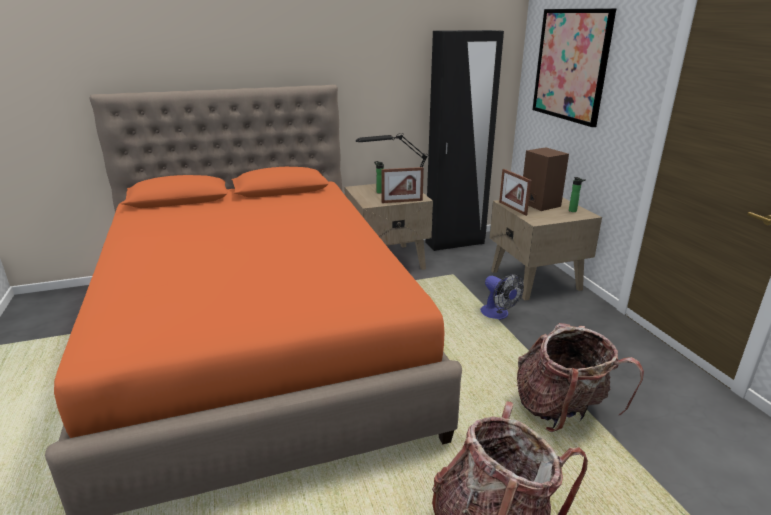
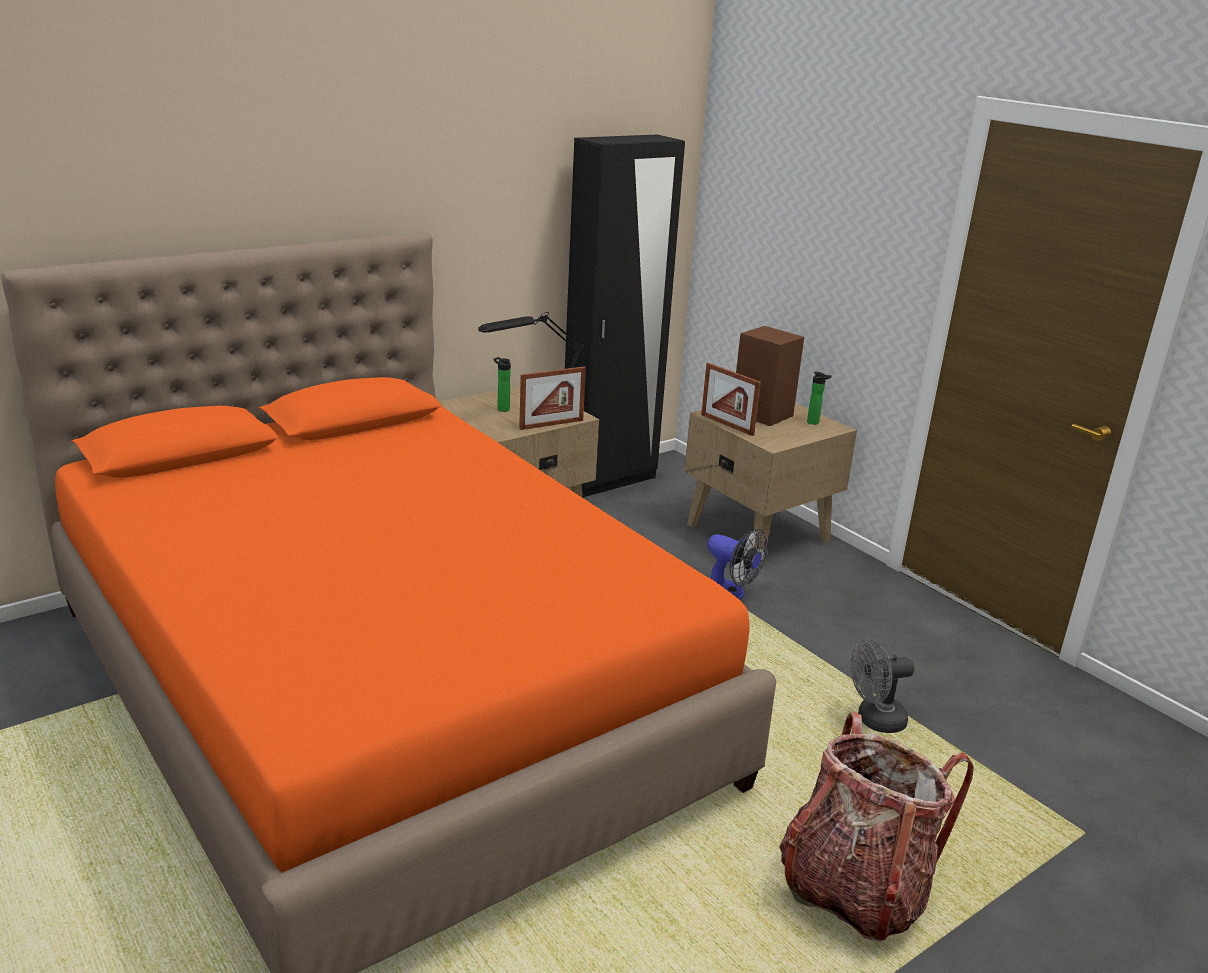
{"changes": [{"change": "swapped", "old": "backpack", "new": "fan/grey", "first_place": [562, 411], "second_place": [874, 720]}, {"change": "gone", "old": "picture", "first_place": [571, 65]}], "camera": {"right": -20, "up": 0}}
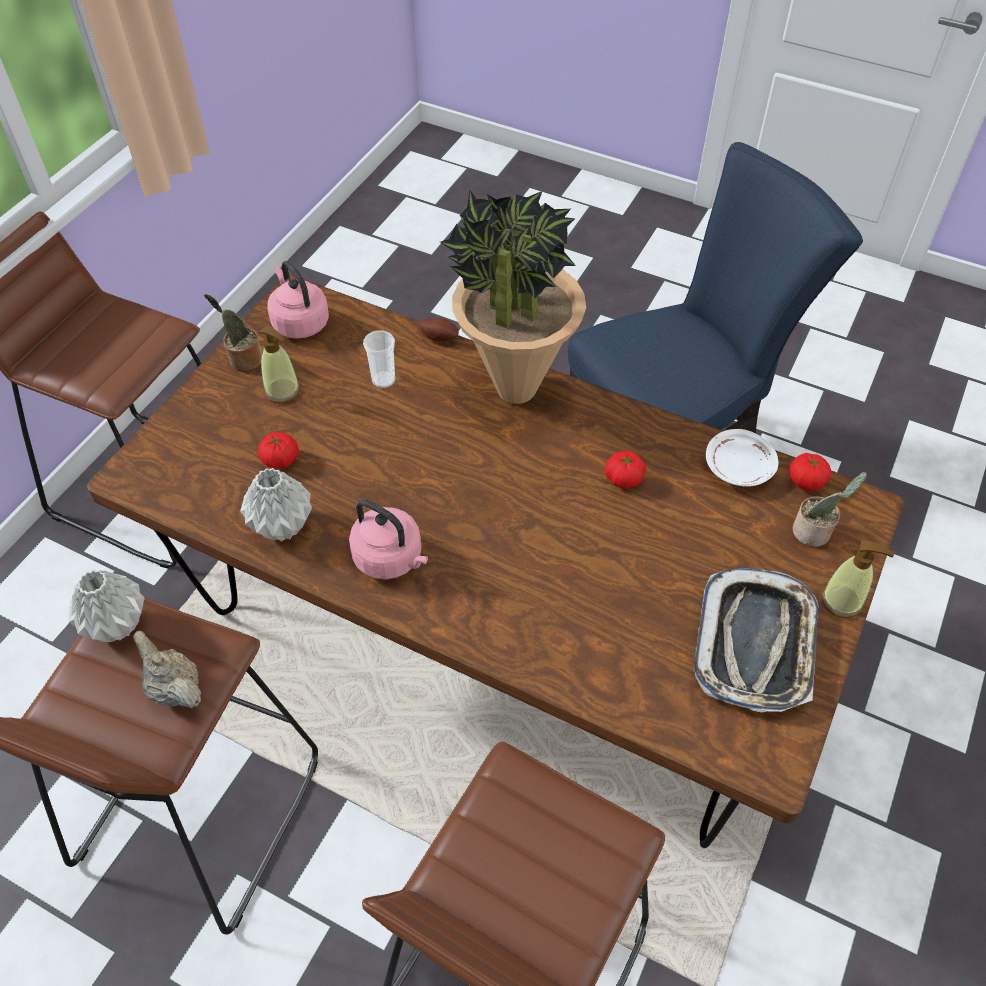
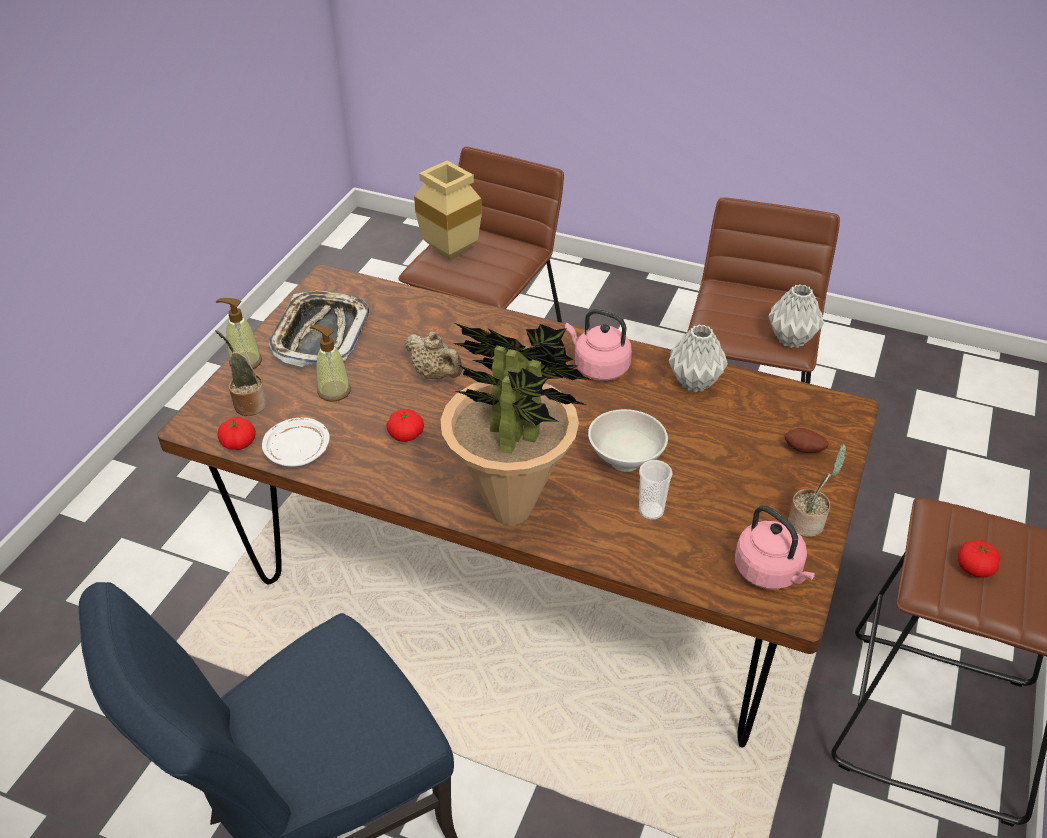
{"changes": [{"change": "shifted", "old": "teapot/beige", "first_place": [174, 688], "second_place": [435, 374]}, {"change": "shifted", "old": "tomato", "first_place": [280, 459], "second_place": [974, 568]}, {"change": "shifted", "old": "soap dispenser", "first_place": [282, 391], "second_place": [334, 391]}, {"change": "shifted", "old": "potato", "first_place": [440, 337], "second_place": [804, 450]}, {"change": "new", "new": "vase/beige", "second_place": [453, 253]}, {"change": "new", "new": "bowl/white", "second_place": [624, 460]}], "camera": {"right": 175, "up": -10}}
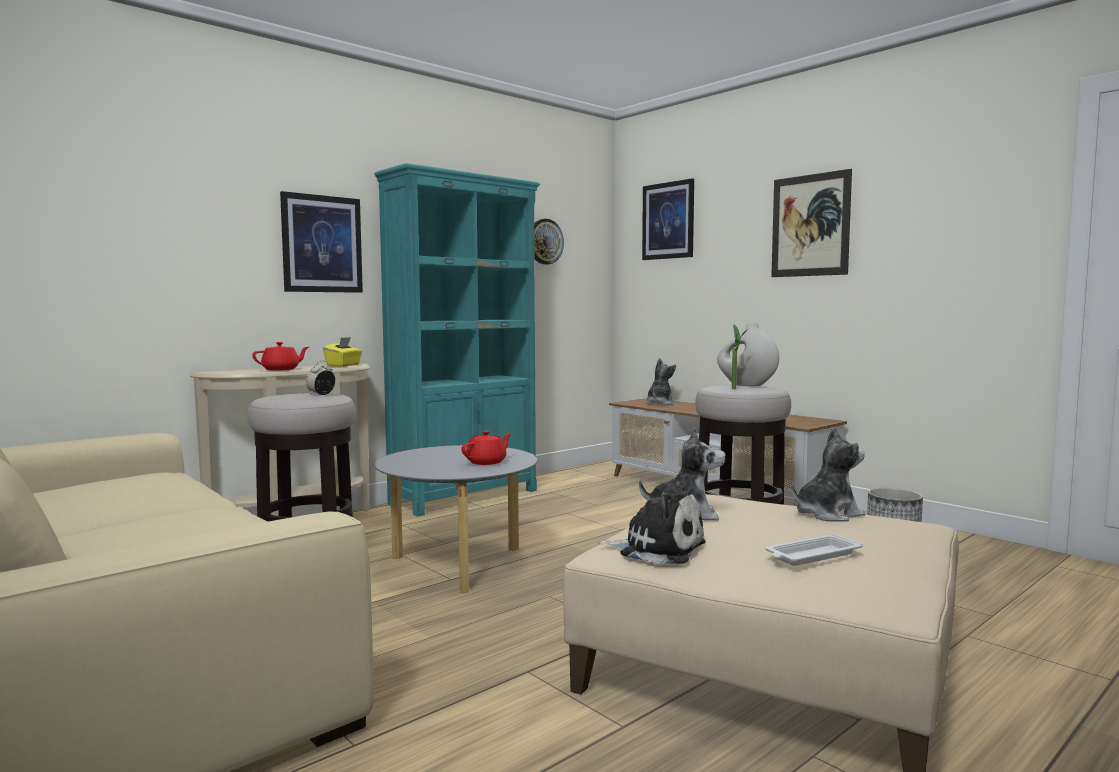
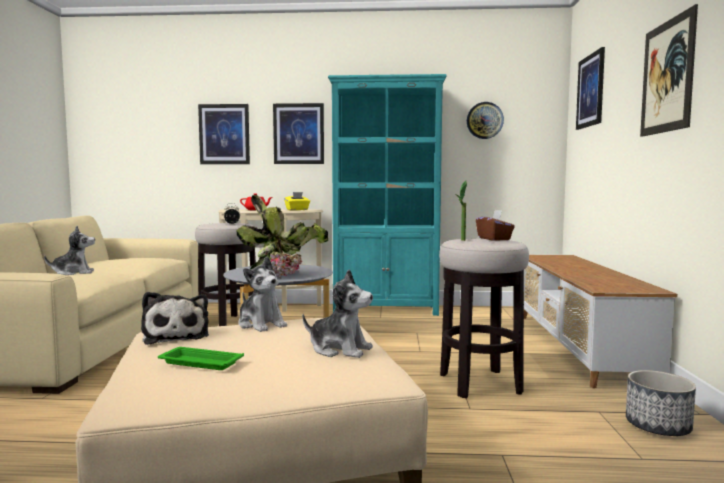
{"changes": [{"change": "swapped", "old": "teapot/red", "new": "potted plant", "first_place": [487, 462], "second_place": [284, 275]}, {"change": "shifted", "old": "plush toy", "first_place": [659, 403], "second_place": [73, 273]}, {"change": "swapped", "old": "vase/white", "new": "tissue box/brown", "first_place": [746, 385], "second_place": [494, 239]}, {"change": "repainted", "old": "tray/white", "new": "tray/green", "first_place": [812, 556], "second_place": [199, 363]}, {"change": "new", "new": "picture", "second_place": [224, 134]}], "camera": {"right": 45, "up": 0}}
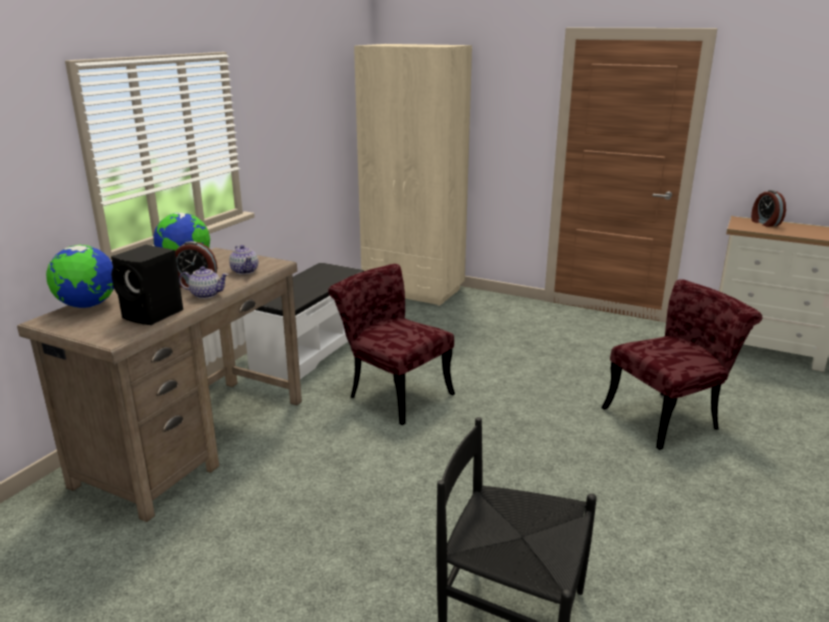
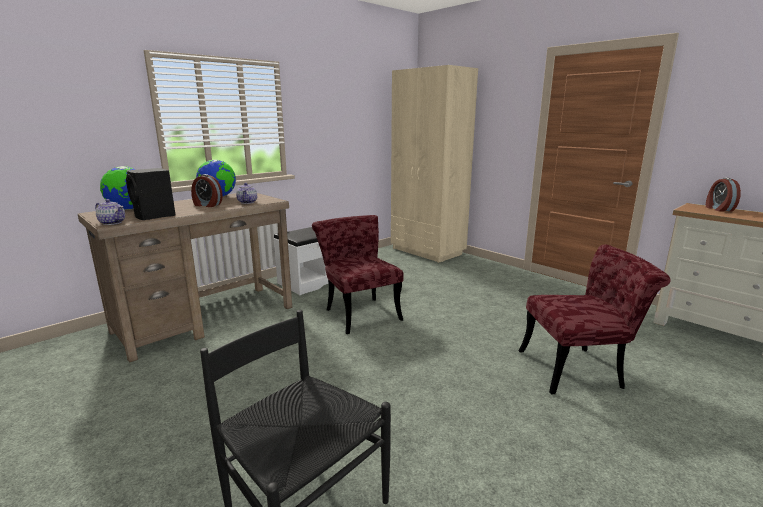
{"changes": [{"change": "shifted", "old": "teapot", "first_place": [205, 294], "second_place": [112, 223]}], "camera": {"right": 20, "up": -5}}
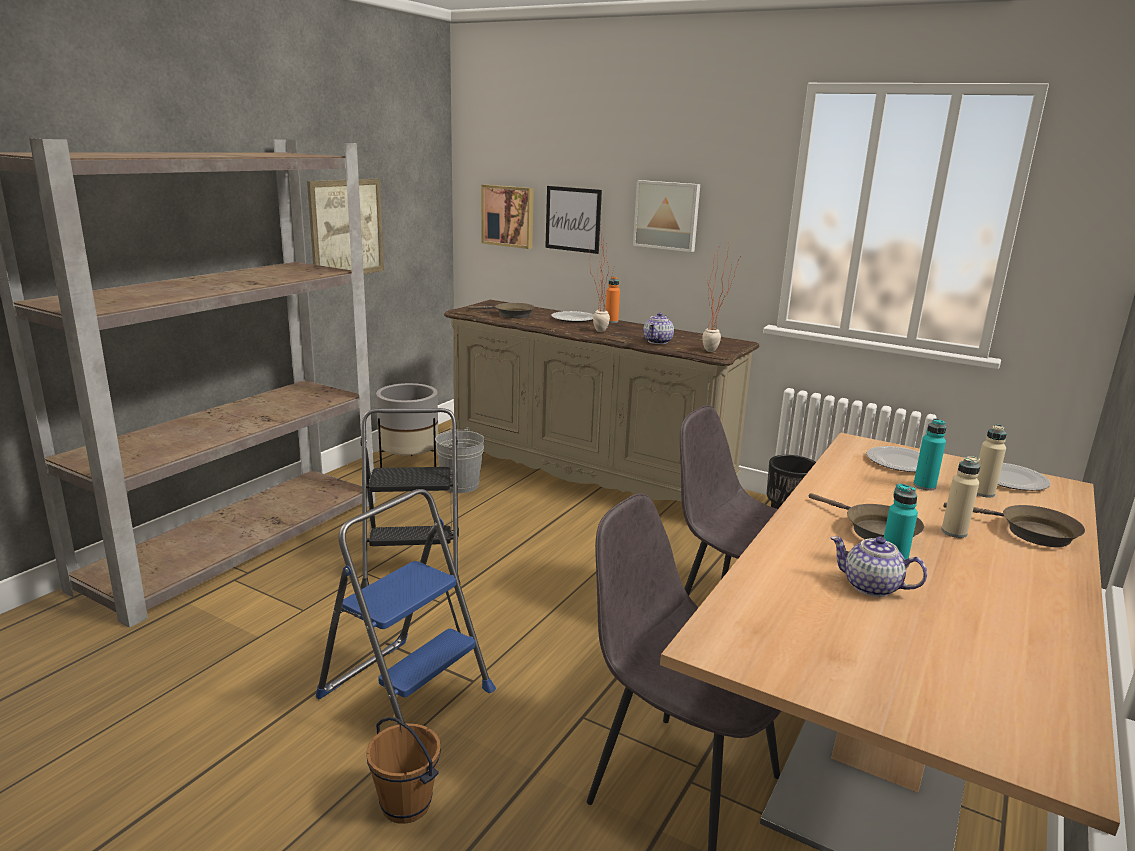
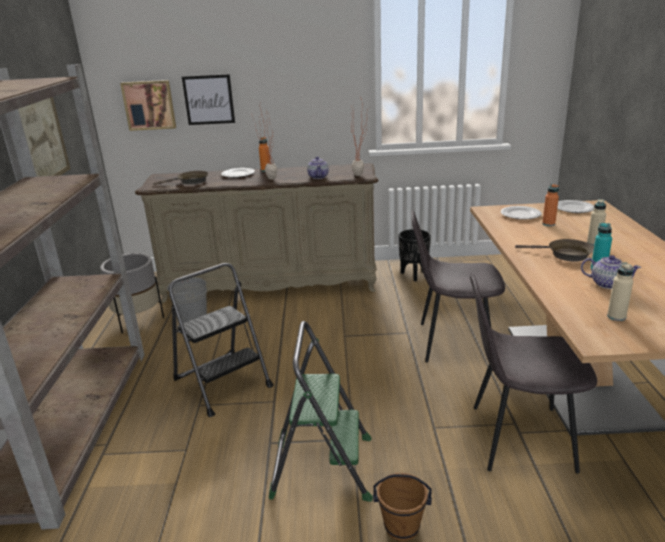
{"changes": [{"change": "repainted", "old": "step ladder/blue", "new": "step ladder/green", "first_place": [402, 690], "second_place": [317, 465]}, {"change": "gone", "old": "picture", "first_place": [667, 215]}, {"change": "rotated", "old": "teapot", "first_place": [872, 587], "second_place": [606, 284], "degrees": -150}, {"change": "repainted", "old": "bottle/turquoise", "new": "bottle/orange", "first_place": [924, 486], "second_place": [548, 224]}, {"change": "gone", "old": "frying pan/brown", "first_place": [1031, 532]}, {"change": "shifted", "old": "bottle/beige", "first_place": [983, 493], "second_place": [616, 317]}], "camera": {"right": -30, "up": 5}}
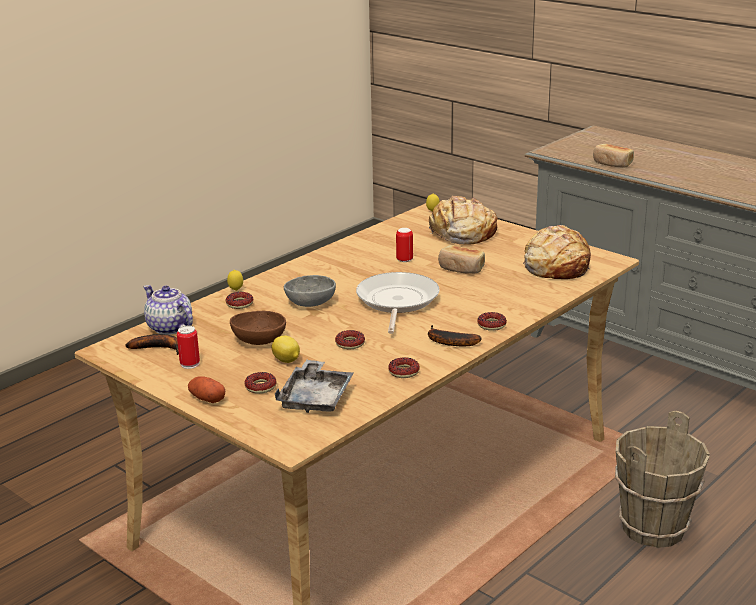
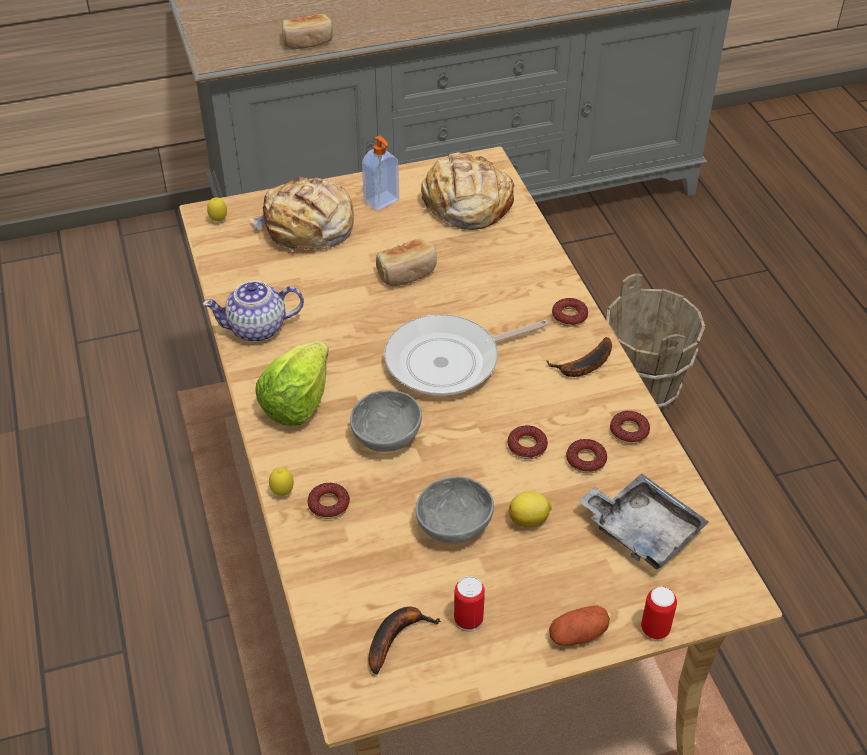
{"changes": [{"change": "shifted", "old": "teapot", "first_place": [169, 328], "second_place": [258, 328]}, {"change": "repainted", "old": "bowl/brown", "new": "bowl/grey", "first_place": [259, 340], "second_place": [452, 525]}, {"change": "shifted", "old": "donut", "first_place": [260, 387], "second_place": [586, 460]}, {"change": "rotated", "old": "frying pan", "first_place": [396, 302], "second_place": [449, 361], "degrees": -60}, {"change": "shifted", "old": "can", "first_place": [404, 260], "second_place": [655, 629]}, {"change": "new", "new": "lettuce", "second_place": [297, 402]}, {"change": "new", "new": "soap dispenser", "second_place": [382, 201]}], "camera": {"right": -60, "up": 20}}
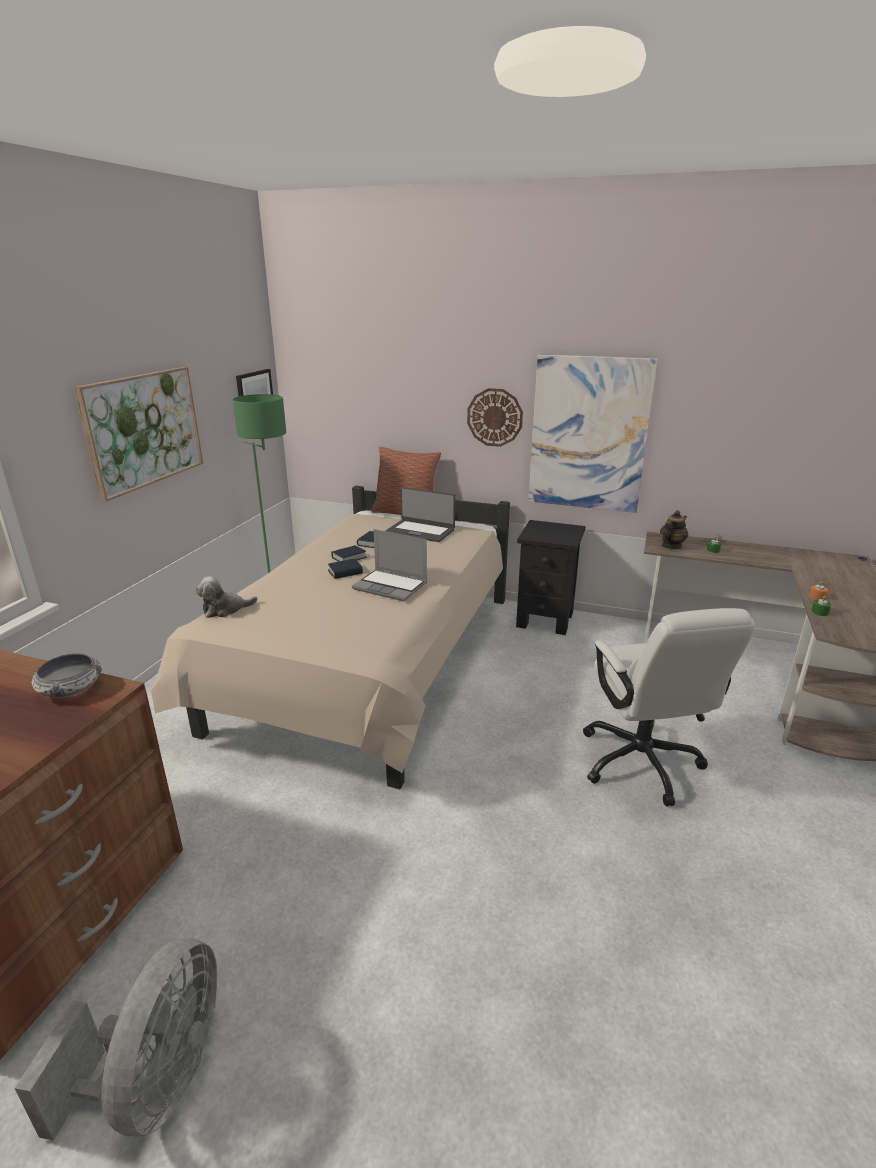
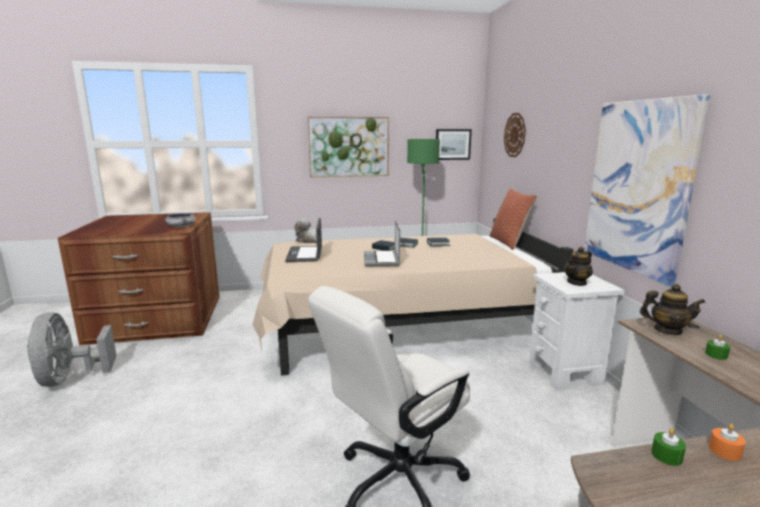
{"changes": [{"change": "rotated", "old": "fan/grey", "first_place": [157, 1080], "second_place": [70, 378], "degrees": 90}, {"change": "shifted", "old": "laptop", "first_place": [420, 531], "second_place": [305, 254]}, {"change": "shifted", "old": "wall clock", "first_place": [494, 417], "second_place": [515, 135]}, {"change": "repainted", "old": "nightstand/black", "new": "nightstand/white", "first_place": [545, 620], "second_place": [564, 374]}, {"change": "new", "new": "teapot", "second_place": [577, 282]}], "camera": {"right": 60, "up": -10}}
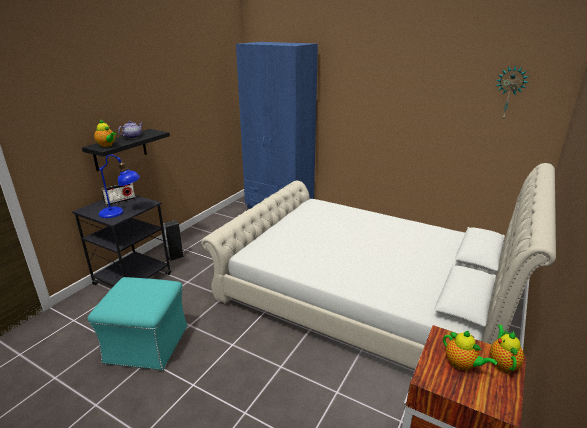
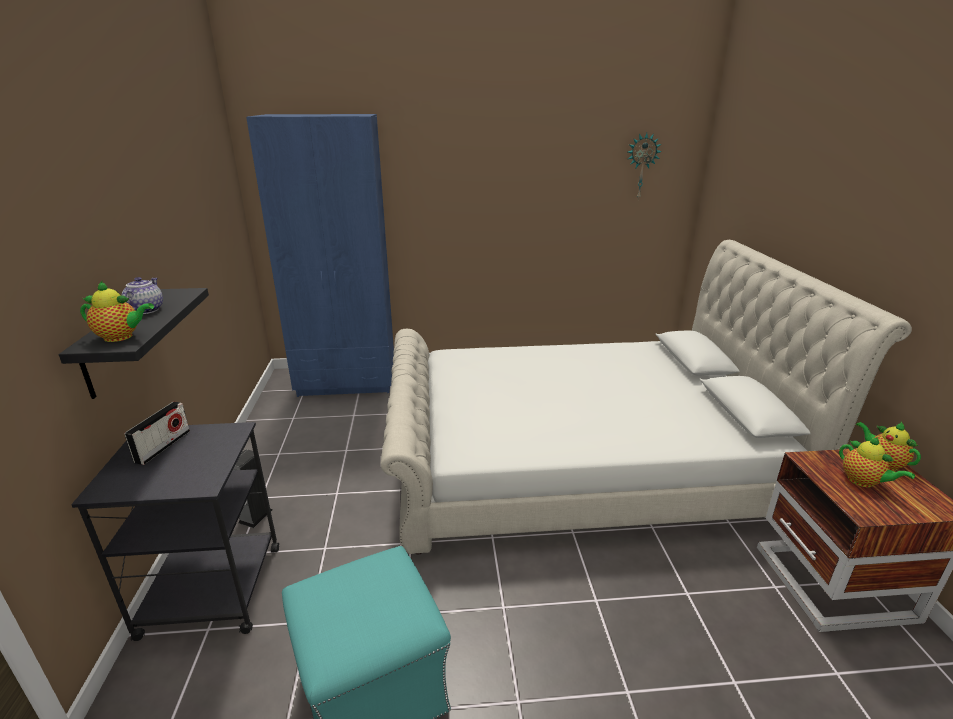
{"changes": [{"change": "gone", "old": "table lamp/blue", "first_place": [122, 211]}, {"change": "rotated", "old": "teapot", "first_place": [462, 365], "second_place": [863, 482], "degrees": 45}], "camera": {"right": -35, "up": 0}}
